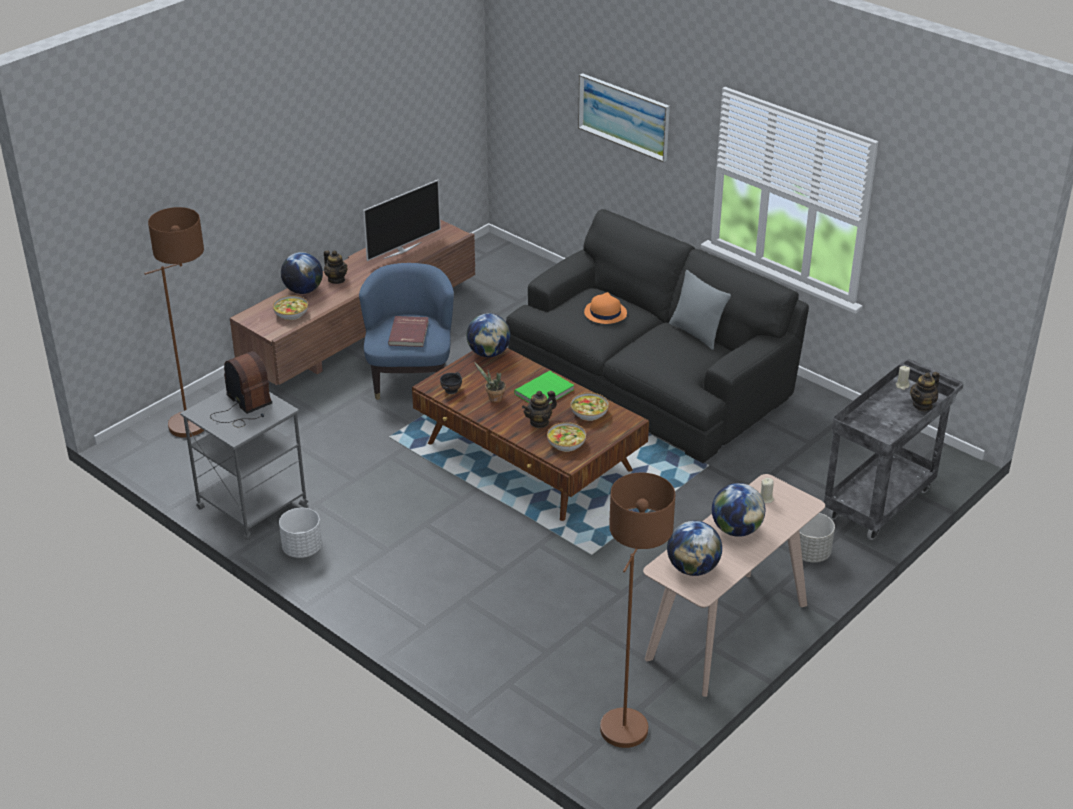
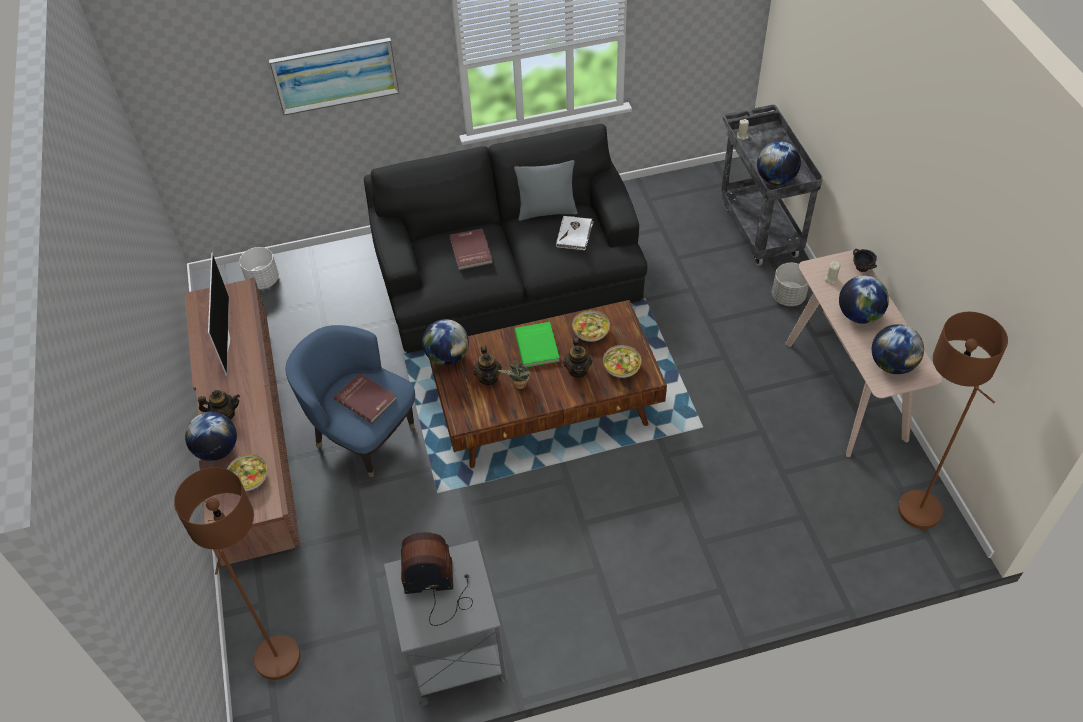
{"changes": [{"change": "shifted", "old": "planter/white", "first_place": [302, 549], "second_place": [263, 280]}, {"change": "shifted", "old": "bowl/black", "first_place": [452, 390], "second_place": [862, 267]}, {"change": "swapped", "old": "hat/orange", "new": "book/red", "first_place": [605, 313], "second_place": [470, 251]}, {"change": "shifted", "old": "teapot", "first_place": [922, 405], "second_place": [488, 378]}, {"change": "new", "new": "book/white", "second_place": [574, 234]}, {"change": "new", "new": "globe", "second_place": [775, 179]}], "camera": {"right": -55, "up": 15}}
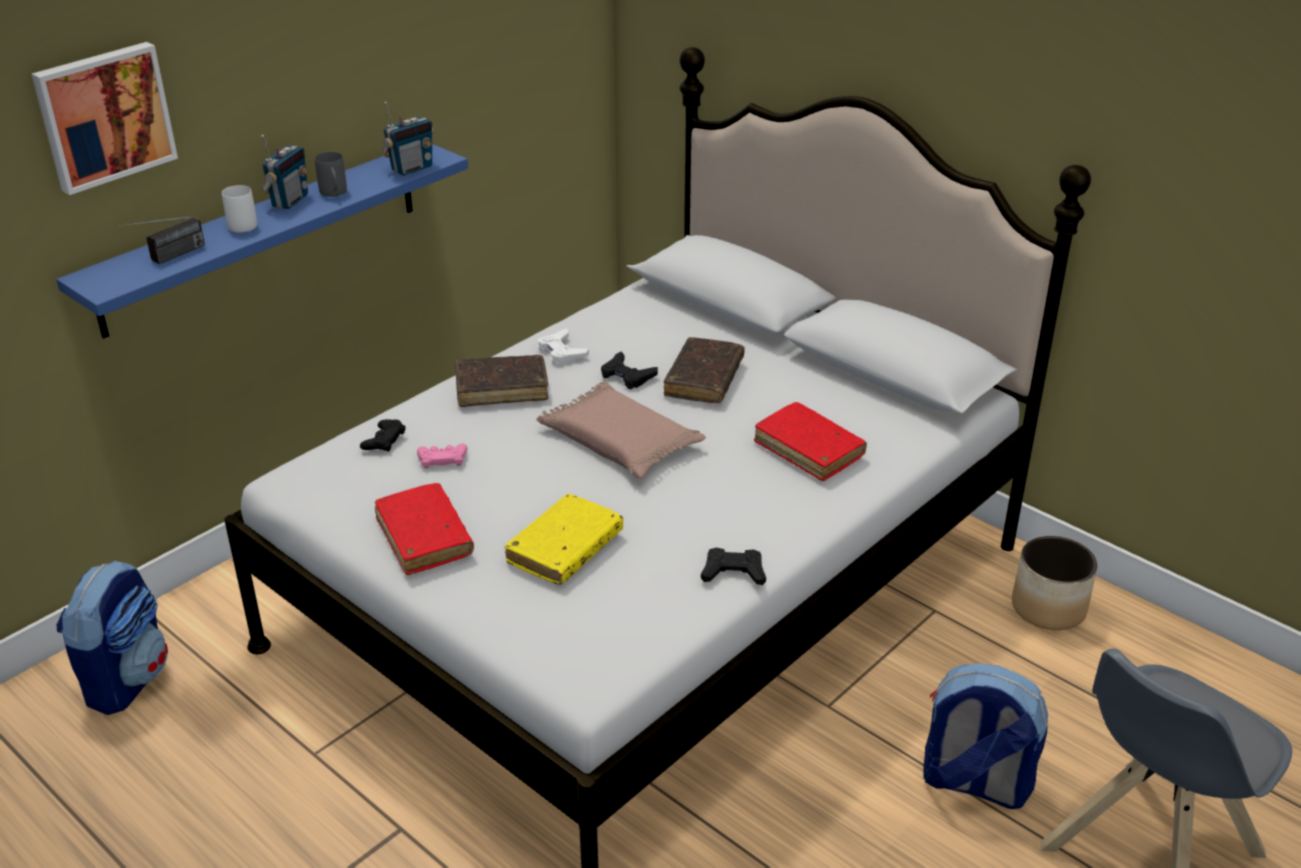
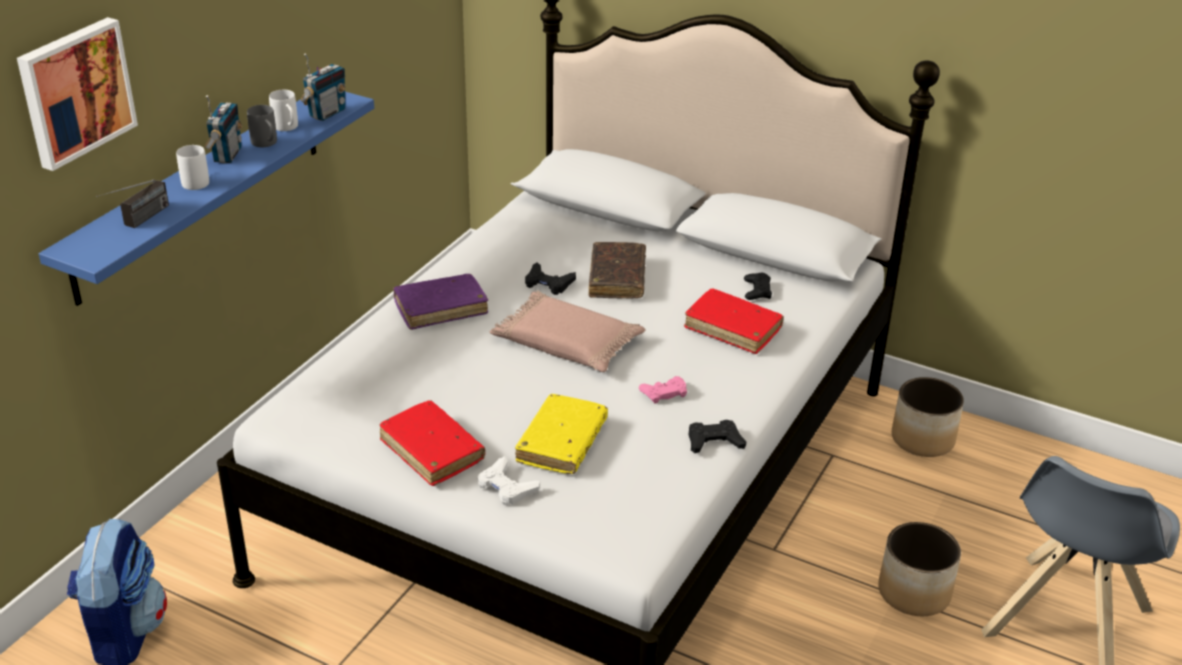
{"changes": [{"change": "shifted", "old": "game controller/black", "first_place": [383, 440], "second_place": [757, 290]}, {"change": "shifted", "old": "game controller/pink", "first_place": [442, 459], "second_place": [664, 393]}, {"change": "repainted", "old": "book/brown", "new": "book/purple", "first_place": [502, 389], "second_place": [441, 308]}, {"change": "shifted", "old": "game controller/white", "first_place": [561, 352], "second_place": [506, 487]}, {"change": "swapped", "old": "backpack", "new": "planter", "first_place": [973, 783], "second_place": [913, 593]}, {"change": "new", "new": "mug/white", "second_place": [287, 128]}], "camera": {"right": -15, "up": 0}}
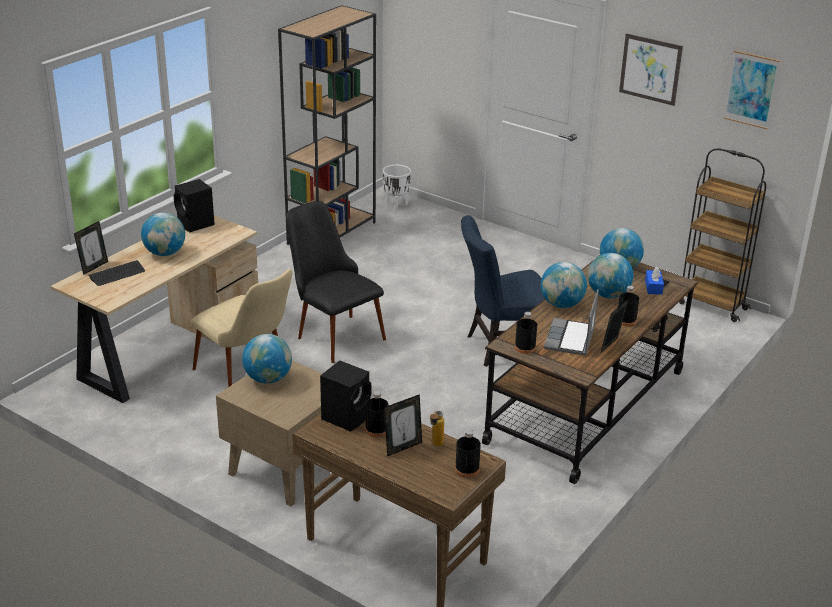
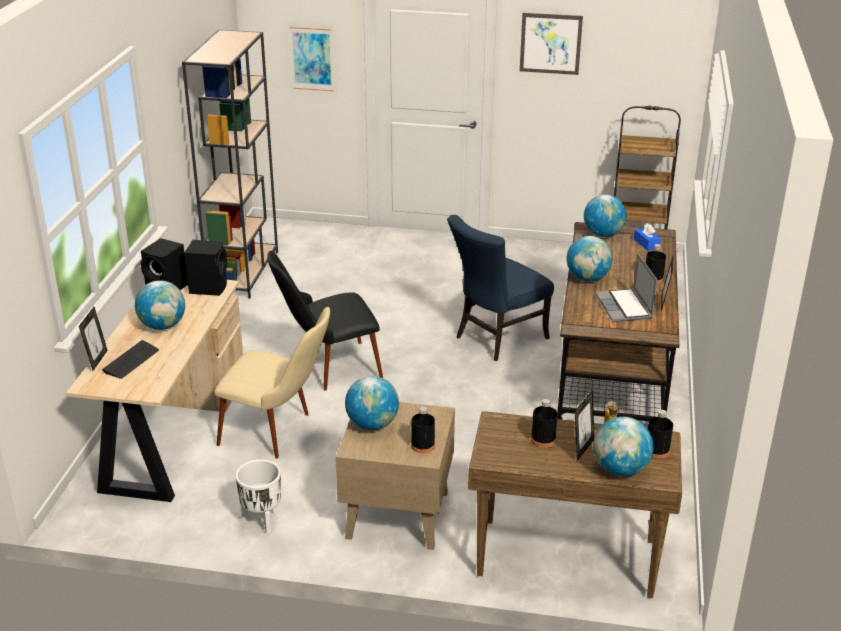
{"changes": [{"change": "rotated", "old": "chair/black", "first_place": [333, 332], "second_place": [328, 368], "degrees": -45}, {"change": "shifted", "old": "speaker/black", "first_place": [346, 417], "second_place": [209, 287]}, {"change": "shifted", "old": "planter/white", "first_place": [396, 206], "second_place": [261, 521]}, {"change": "shifted", "old": "bottle/black", "first_place": [525, 348], "second_place": [423, 446]}, {"change": "shifted", "old": "globe", "first_place": [608, 295], "second_place": [620, 470]}, {"change": "shifted", "old": "picture", "first_place": [751, 89], "second_place": [312, 59]}], "camera": {"right": -25, "up": 0}}
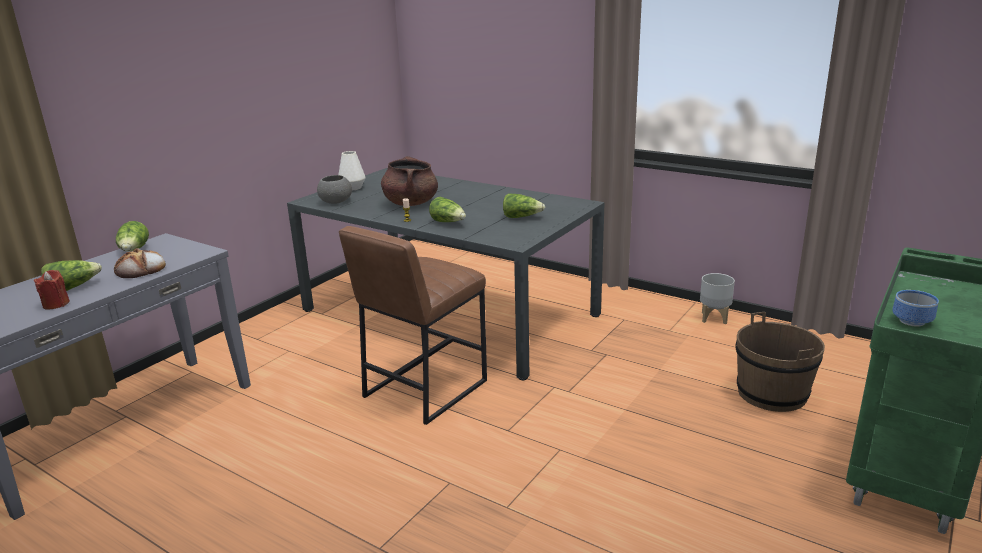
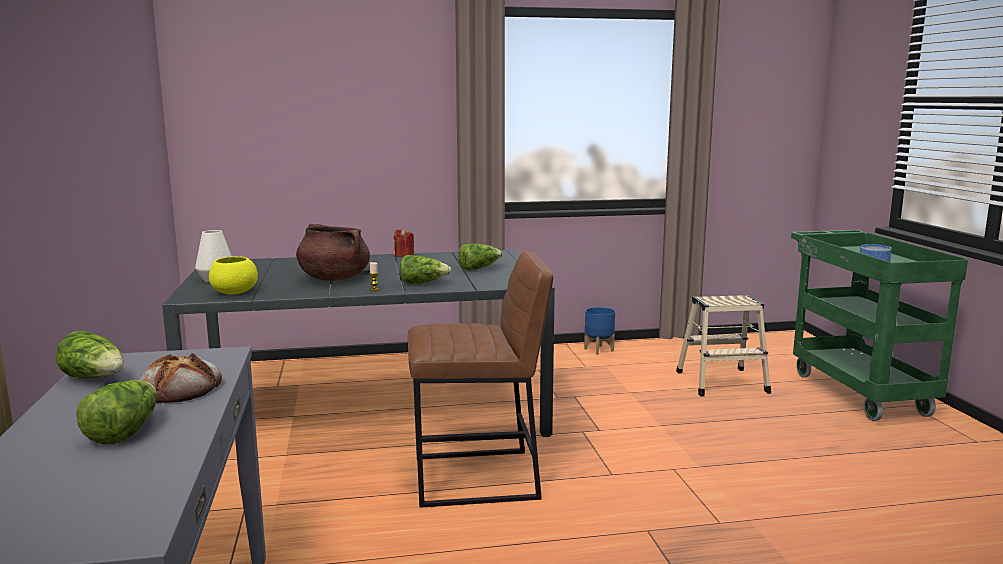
{"changes": [{"change": "shifted", "old": "candle/red", "first_place": [56, 304], "second_place": [404, 255]}, {"change": "repainted", "old": "bowl/grey", "new": "bowl/yellow", "first_place": [335, 202], "second_place": [233, 292]}, {"change": "rotated", "old": "chair/brown", "first_place": [424, 389], "second_place": [478, 477], "degrees": -90}, {"change": "repainted", "old": "planter/grey", "new": "planter/blue", "first_place": [714, 318], "second_place": [599, 350]}, {"change": "swapped", "old": "bucket/brown", "new": "step ladder/beige", "first_place": [772, 393], "second_place": [722, 381]}], "camera": {"right": -45, "up": -10}}
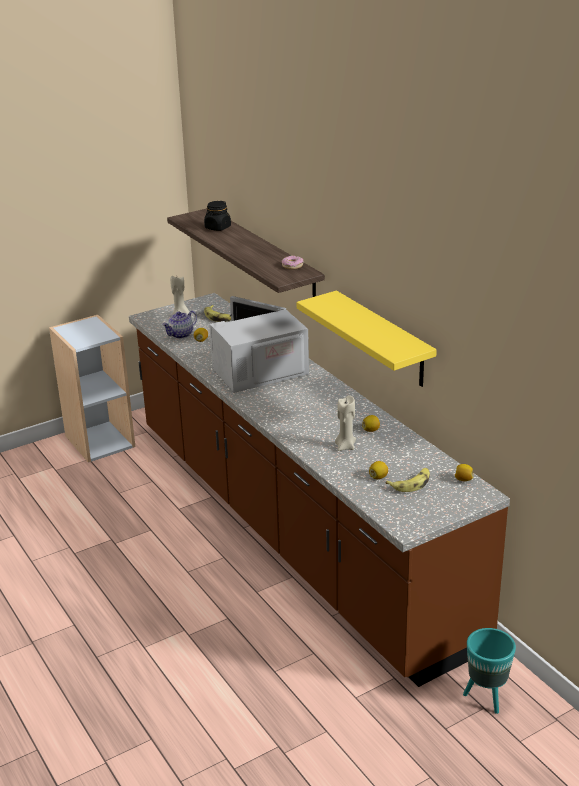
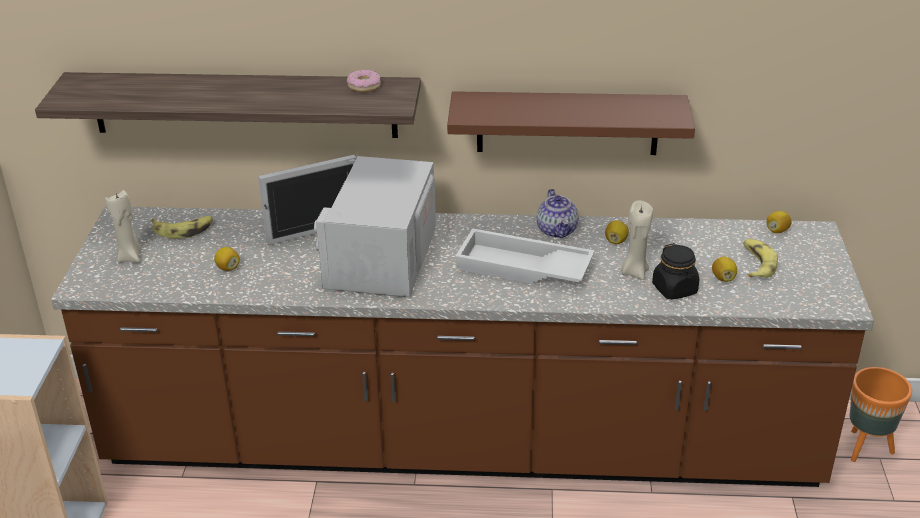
{"changes": [{"change": "shifted", "old": "teapot", "first_place": [181, 335], "second_place": [557, 231]}, {"change": "shifted", "old": "jar/black", "first_place": [217, 228], "second_place": [674, 289]}, {"change": "repainted", "old": "shelf/yellow", "new": "shelf/brown", "first_place": [383, 339], "second_place": [567, 123]}, {"change": "repainted", "old": "planter/turquoise", "new": "planter/orange", "first_place": [486, 697], "second_place": [866, 448]}, {"change": "new", "new": "tray/white", "second_place": [522, 268]}], "camera": {"right": -55, "up": 5}}
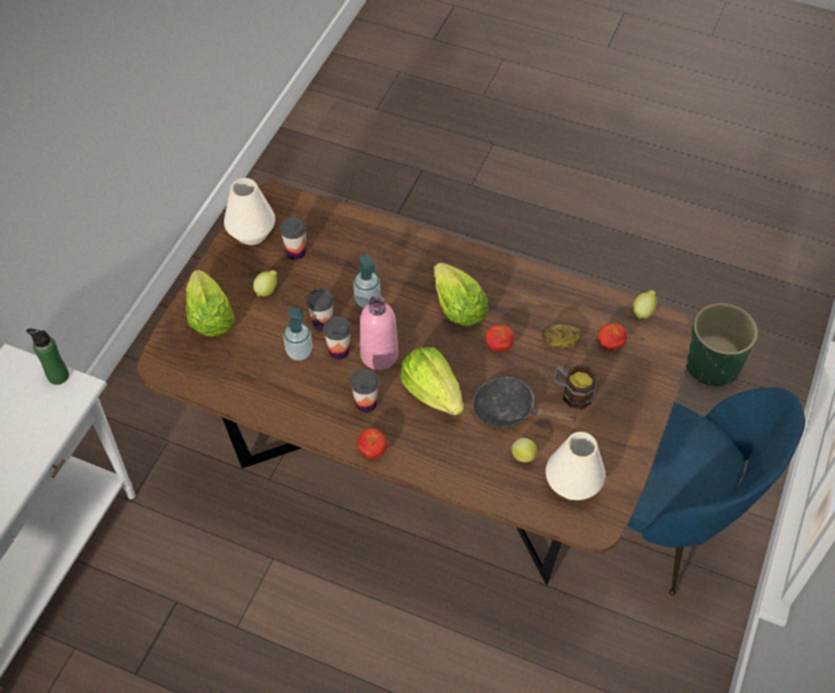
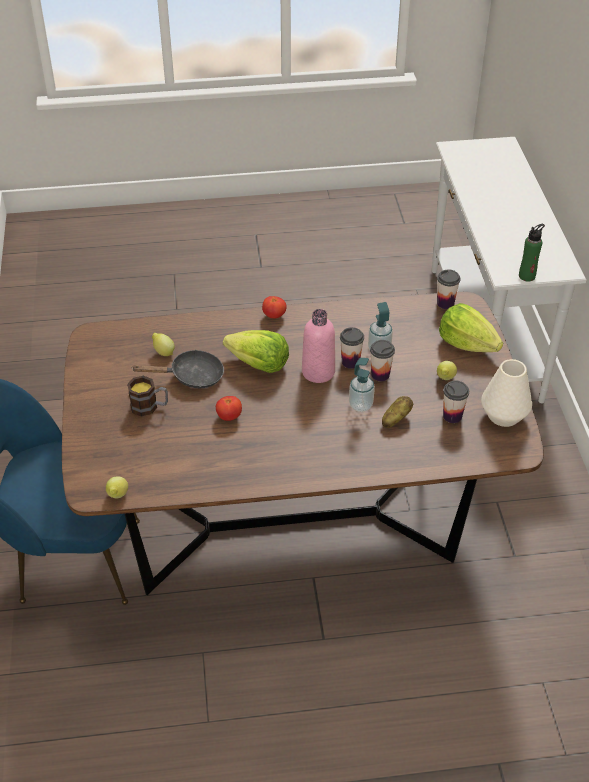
{"changes": [{"change": "shifted", "old": "cup", "first_place": [366, 403], "second_place": [445, 303]}, {"change": "gone", "old": "lettuce", "first_place": [457, 308]}, {"change": "shifted", "old": "potato", "first_place": [560, 343], "second_place": [395, 419]}, {"change": "gone", "old": "vase/white", "first_place": [573, 483]}, {"change": "gone", "old": "tomato", "first_place": [610, 344]}, {"change": "gone", "old": "planter/green", "first_place": [712, 365]}], "camera": {"right": 150, "up": -10}}
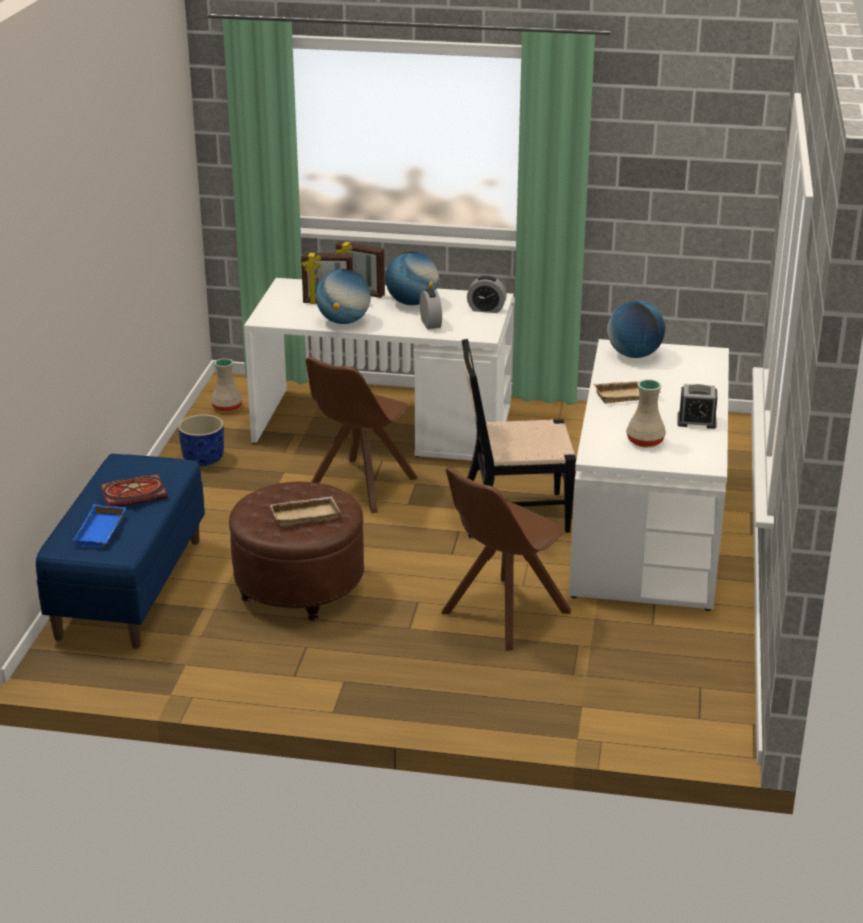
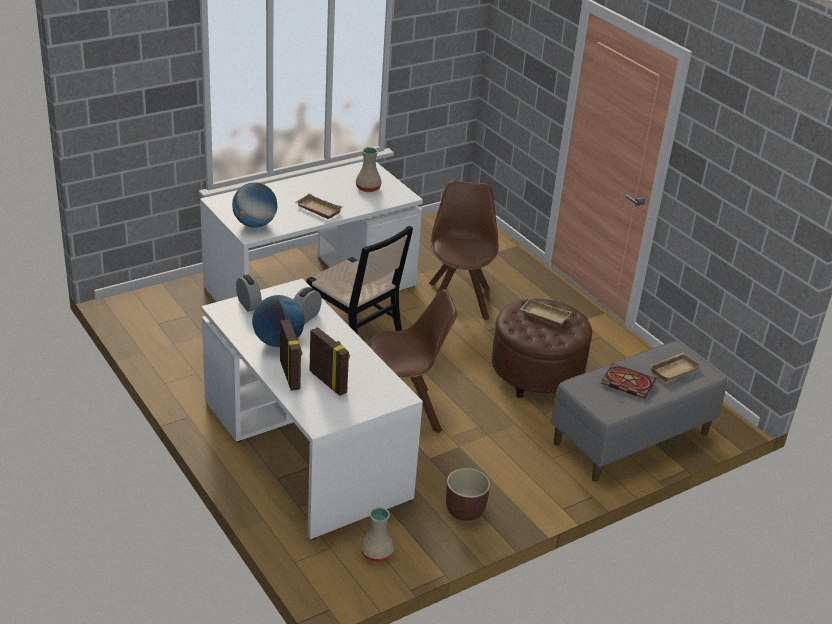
{"changes": [{"change": "repainted", "old": "bench/blue", "new": "bench/grey", "first_place": [129, 587], "second_place": [631, 439]}, {"change": "repainted", "old": "tray/blue", "new": "tray/beige", "first_place": [102, 531], "second_place": [673, 369]}, {"change": "repainted", "old": "planter/blue", "new": "planter/brown", "first_place": [202, 459], "second_place": [465, 510]}, {"change": "gone", "old": "globe", "first_place": [344, 321]}, {"change": "rotated", "old": "chair/brown", "first_place": [503, 614], "second_place": [459, 299], "degrees": -90}, {"change": "gone", "old": "alarm clock", "first_place": [696, 421]}], "camera": {"right": -135, "up": 5}}
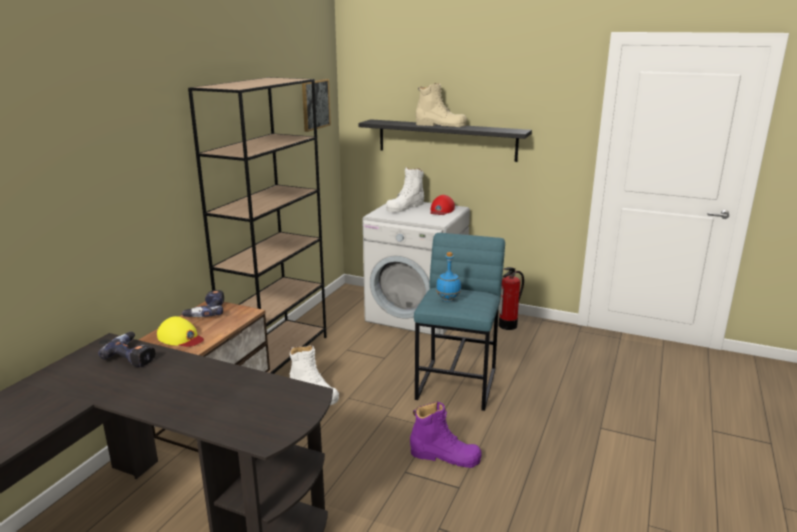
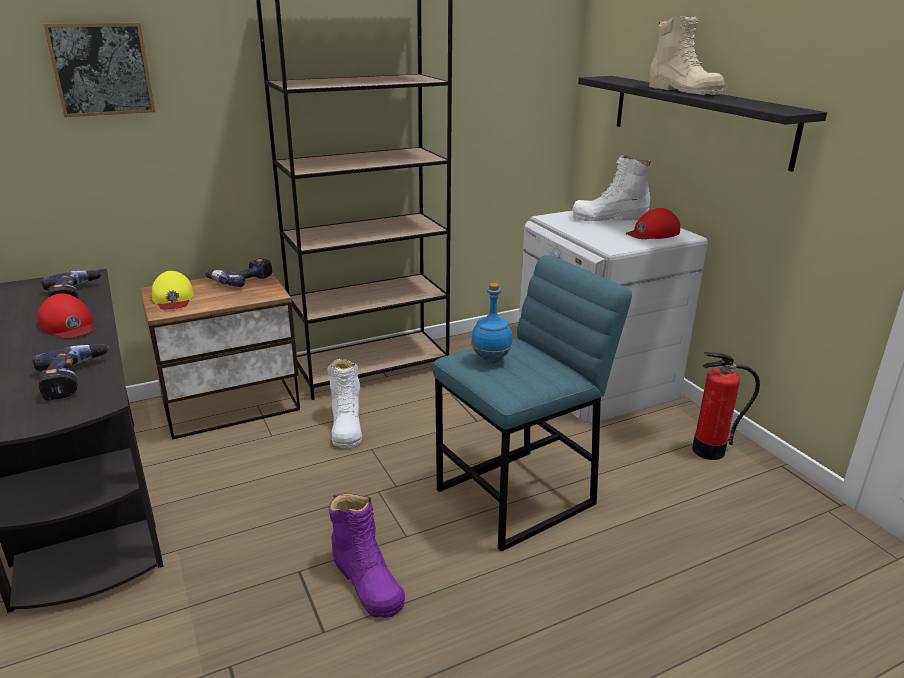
{"changes": [{"change": "shifted", "old": "picture", "first_place": [315, 104], "second_place": [101, 69]}, {"change": "new", "new": "power drill", "second_place": [74, 380]}, {"change": "new", "new": "cap/red", "second_place": [68, 325]}], "camera": {"right": 40, "up": 5}}
